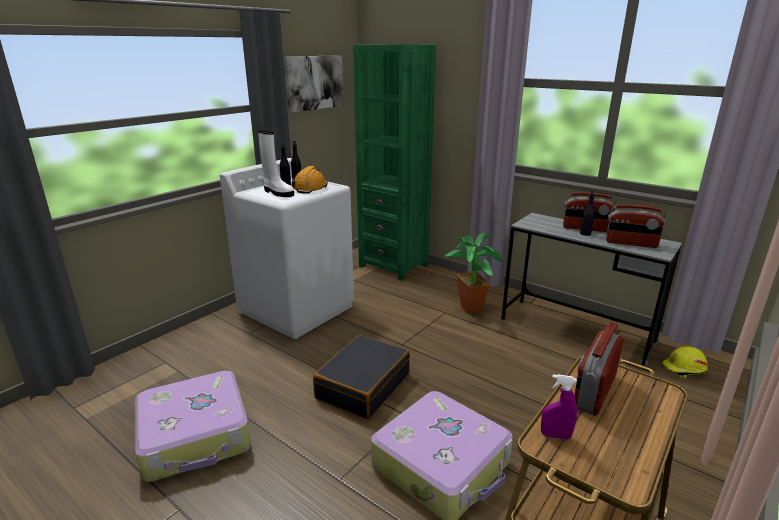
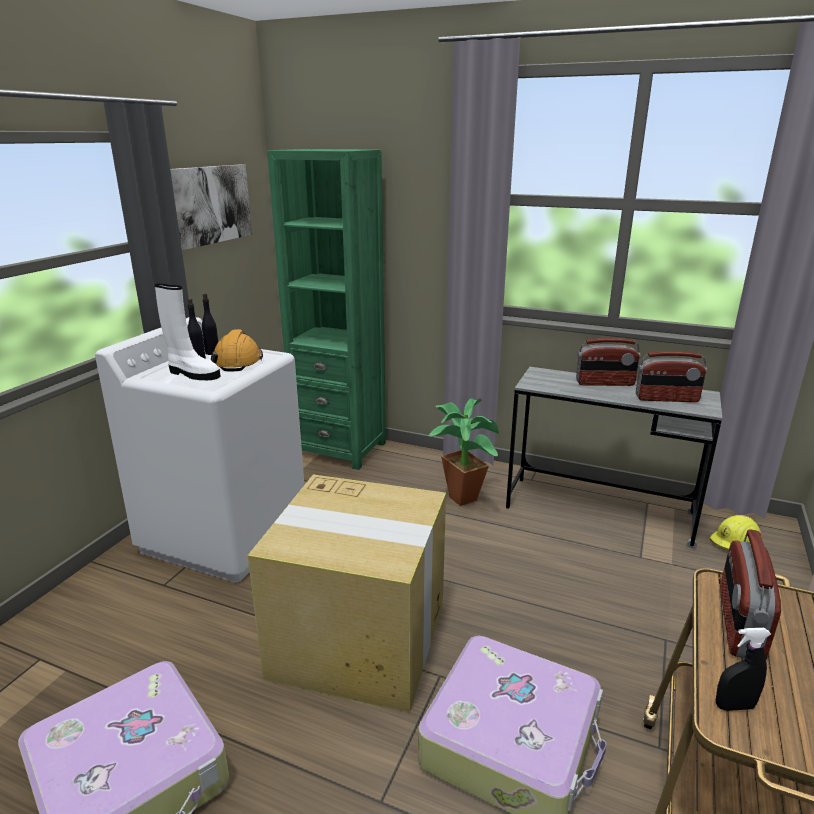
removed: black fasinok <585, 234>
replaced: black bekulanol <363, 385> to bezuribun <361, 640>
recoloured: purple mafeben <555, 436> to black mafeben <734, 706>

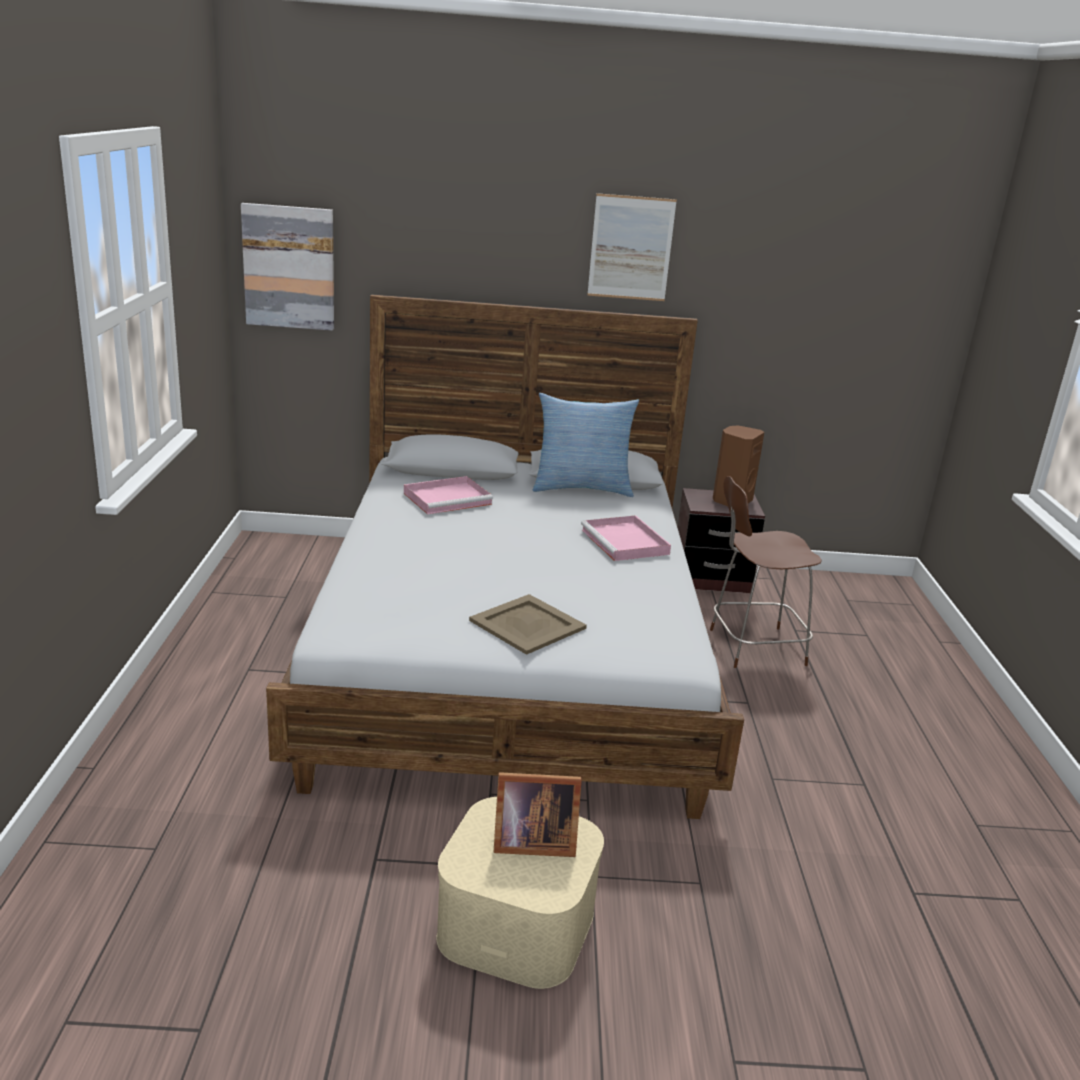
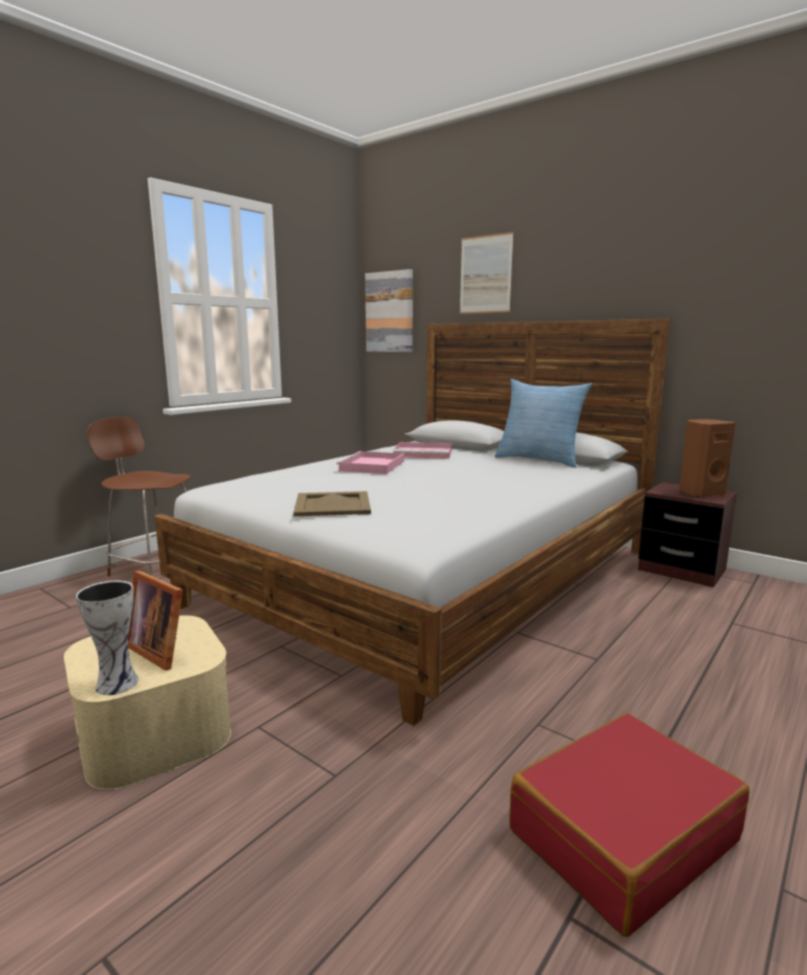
added: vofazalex <119, 682>; red bekulanol <621, 834>
moved: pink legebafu <626, 542> to <372, 466>; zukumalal <631, 248> to <485, 274>; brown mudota <753, 647> to <155, 570>

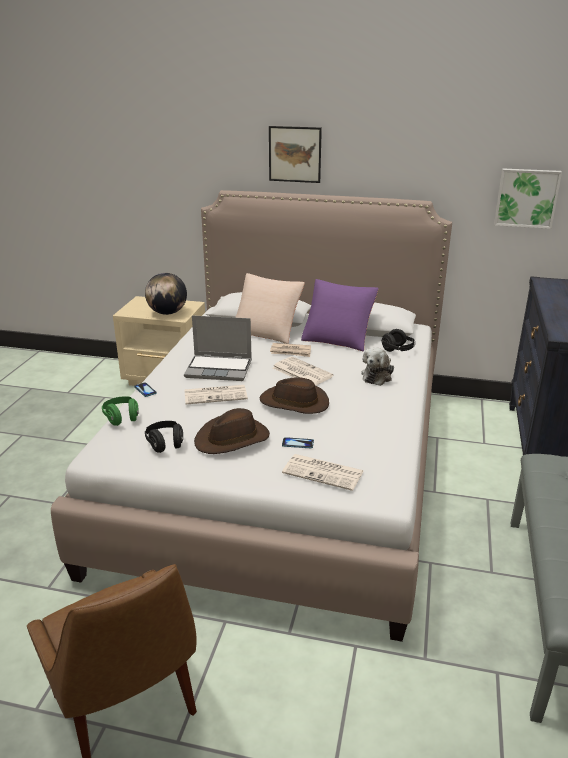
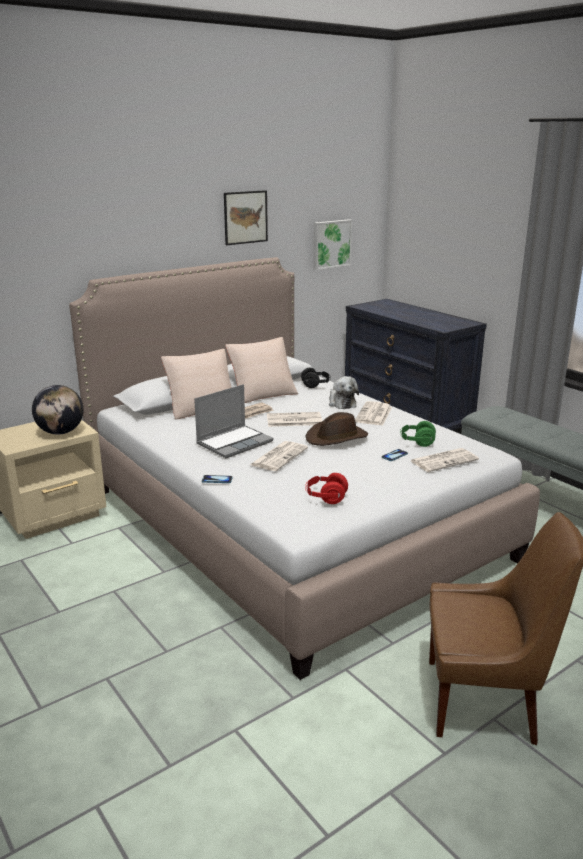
removed: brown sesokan <232, 439>
added: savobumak <374, 414>
moved: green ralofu <122, 418> to <417, 442>; zukumalal <295, 154> to <245, 217>
recoloured: black ralofu <165, 444> to red ralofu <325, 498>; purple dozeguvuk <338, 339> to beige dozeguvuk <262, 393>

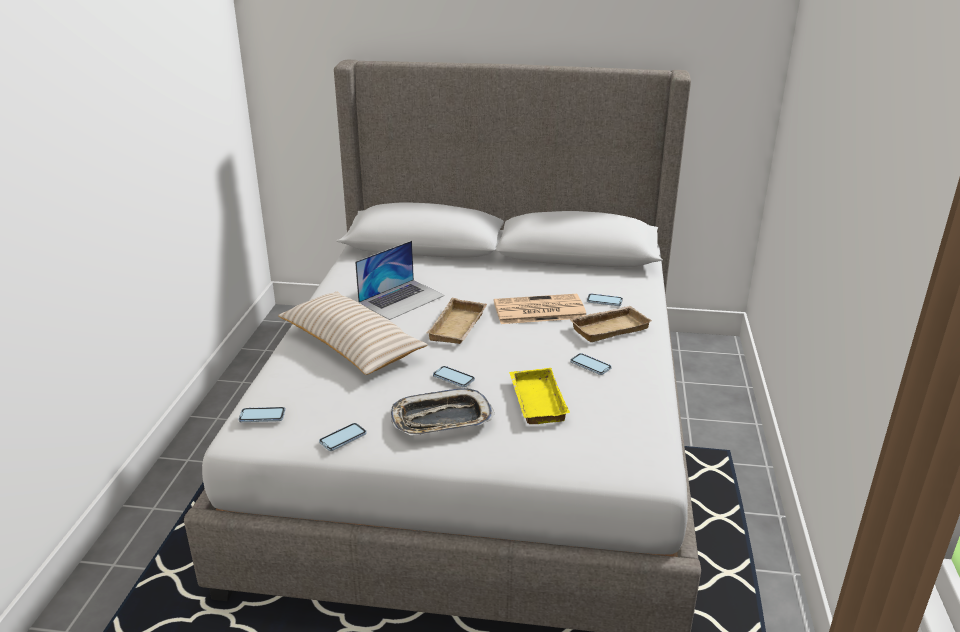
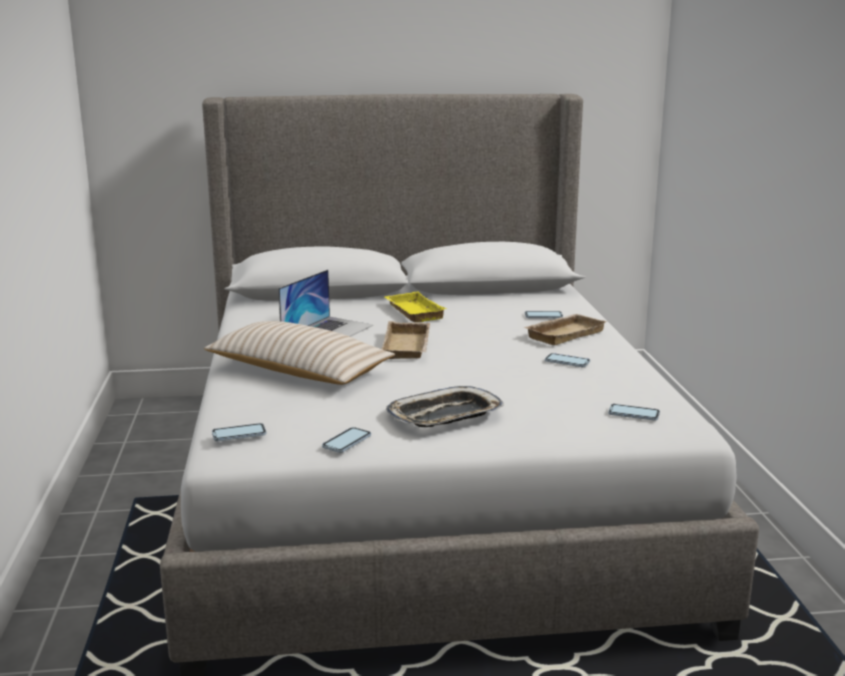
removed: savobumak <538, 310>
moved: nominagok <453, 378> to <633, 414>; yellow legebafu <535, 400> to <412, 312>

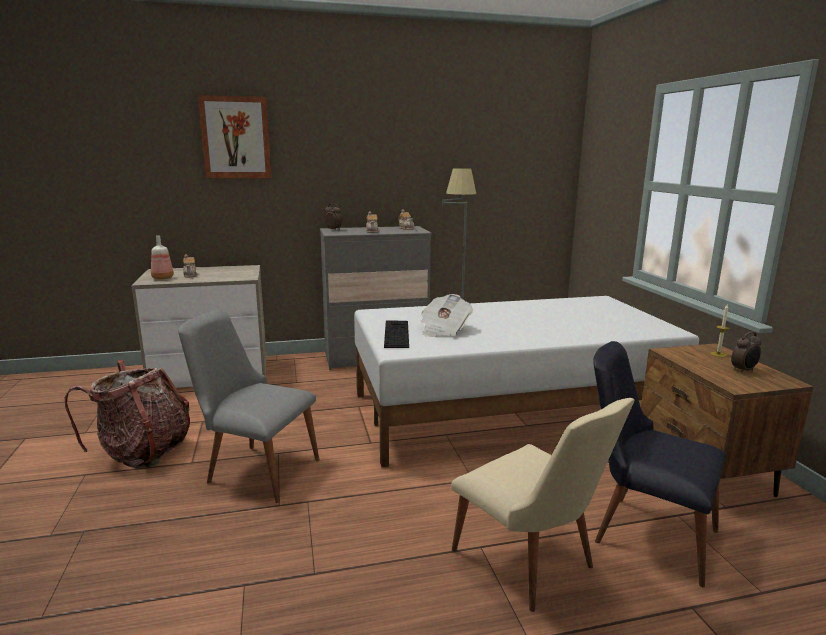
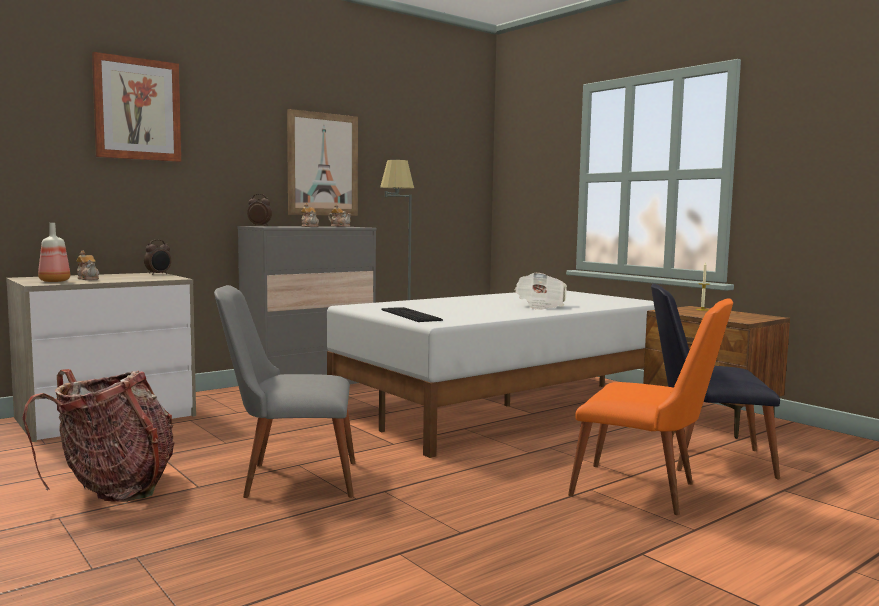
added: zukumalal <323, 164>
moved: savobumak <443, 330> to <540, 306>; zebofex <744, 371> to <158, 274>
recoloured: beige mudota <531, 566> to orange mudota <646, 492>

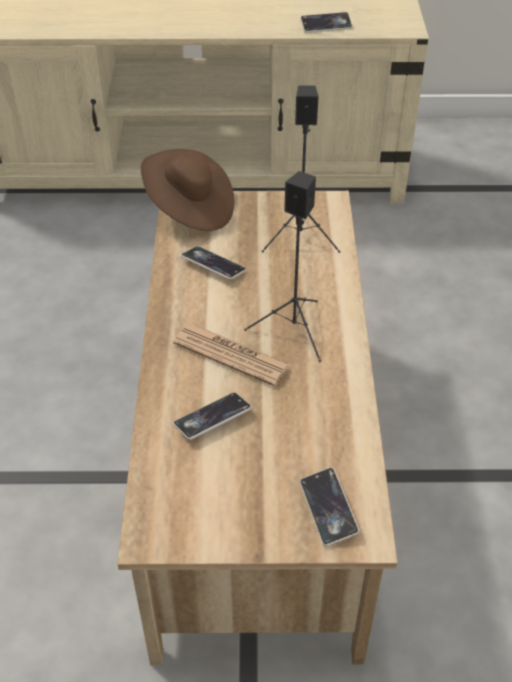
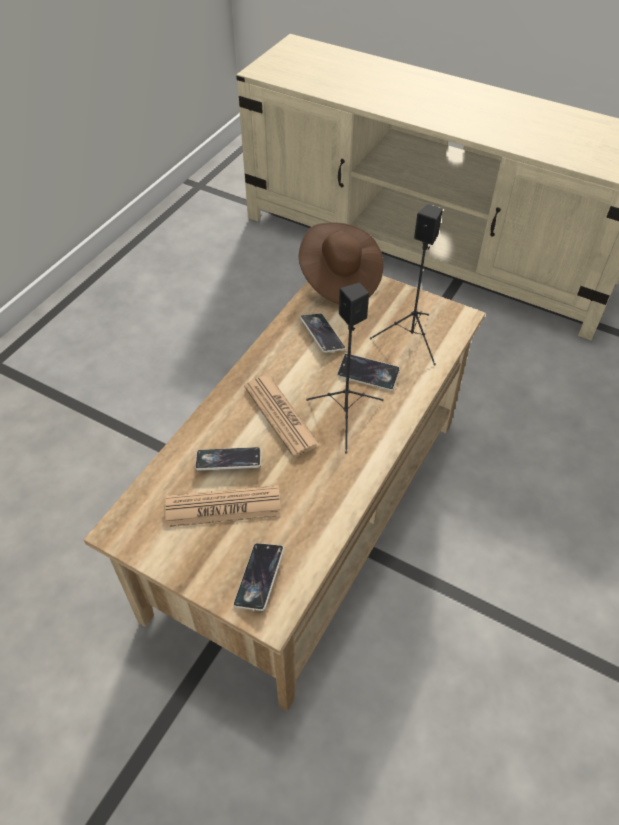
added: savobumak <223, 507>
moved: nominagok <326, 26> to <368, 374>

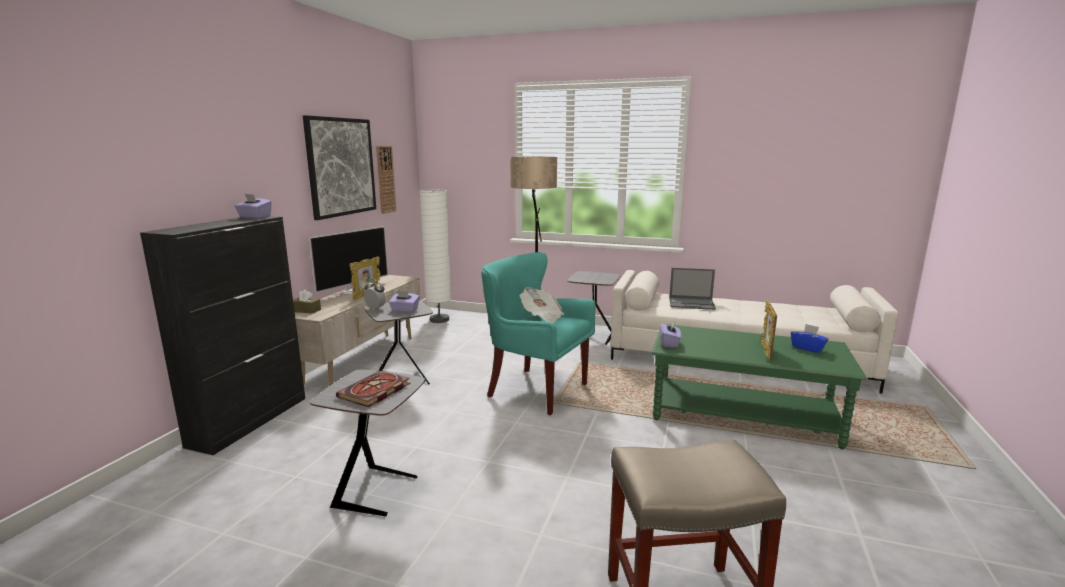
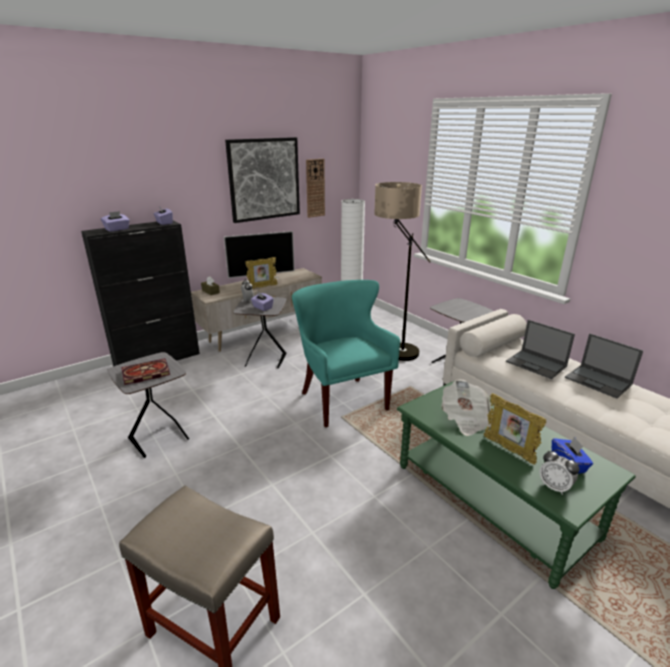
added: zebofex <554, 487>; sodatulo <598, 381>
moved: savobumak <542, 316> to <465, 419>; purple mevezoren <669, 343> to <117, 229>
turned: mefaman <766, 352> = <509, 450> 90 degrees counterclockwise

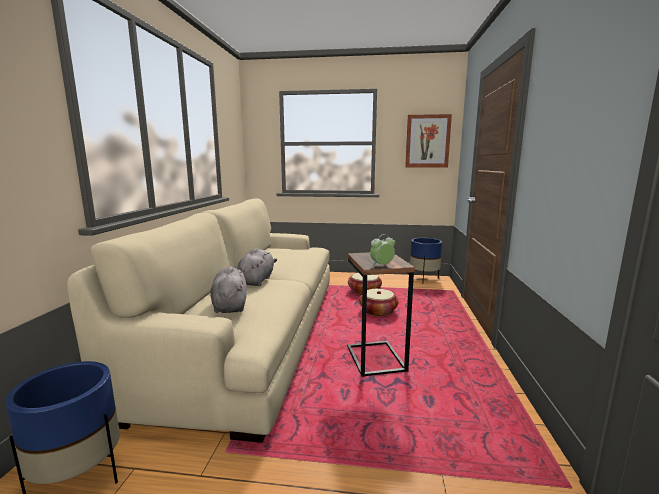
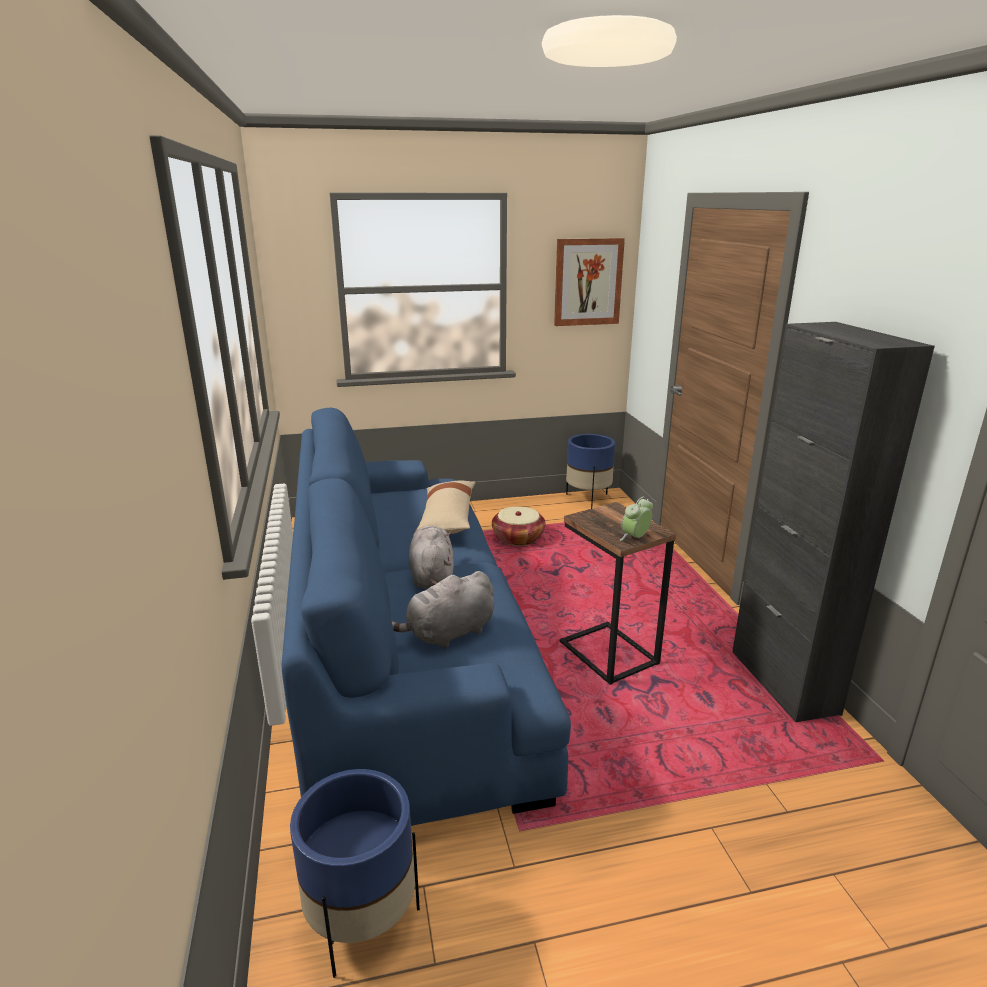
removed: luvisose <378, 311>
added: beige dozeguvuk <447, 519>; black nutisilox <783, 682>
recoloured: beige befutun <253, 332> to blue befutun <407, 646>
turned: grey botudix <230, 306> = <448, 634> 90 degrees counterclockwise

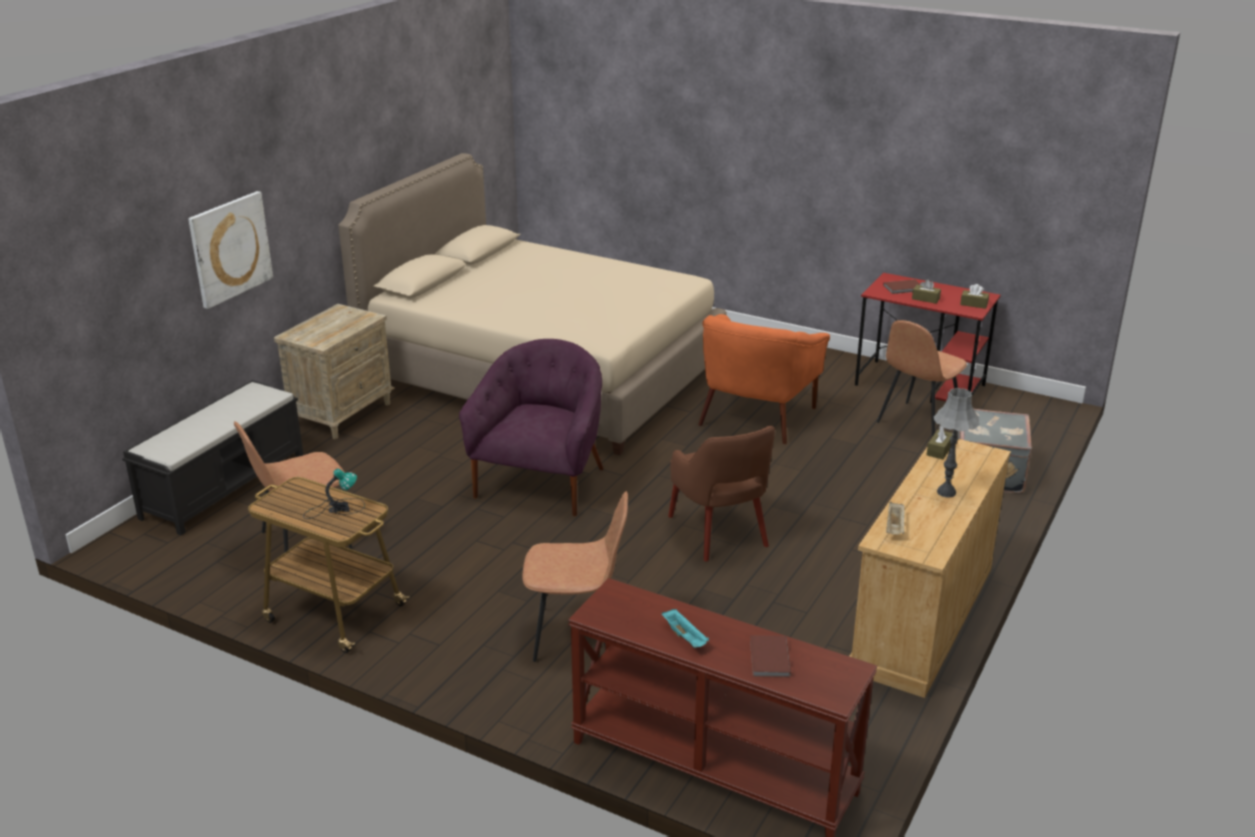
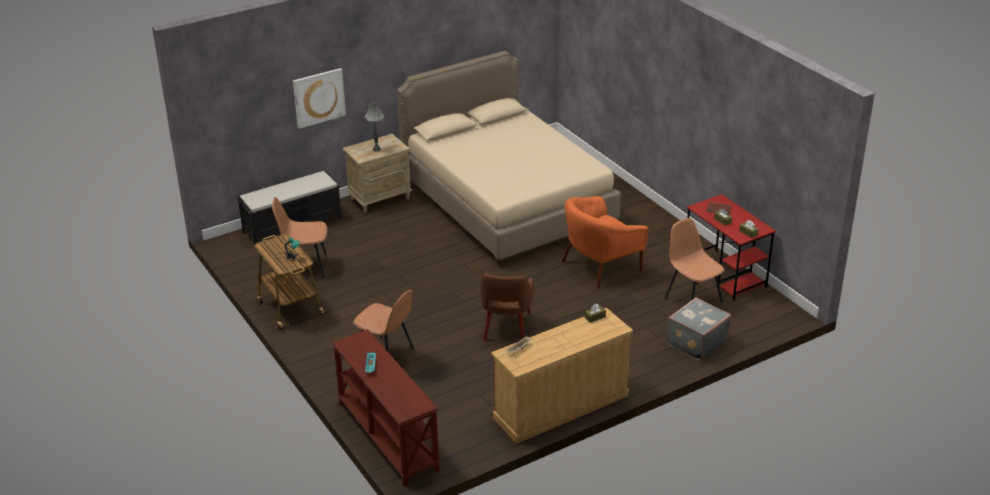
removed: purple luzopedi <541, 482>; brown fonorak <768, 659>
moved: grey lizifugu <946, 492> to <376, 149>
turned: brown mudota <918, 423> = <692, 299> 75 degrees clockwise

